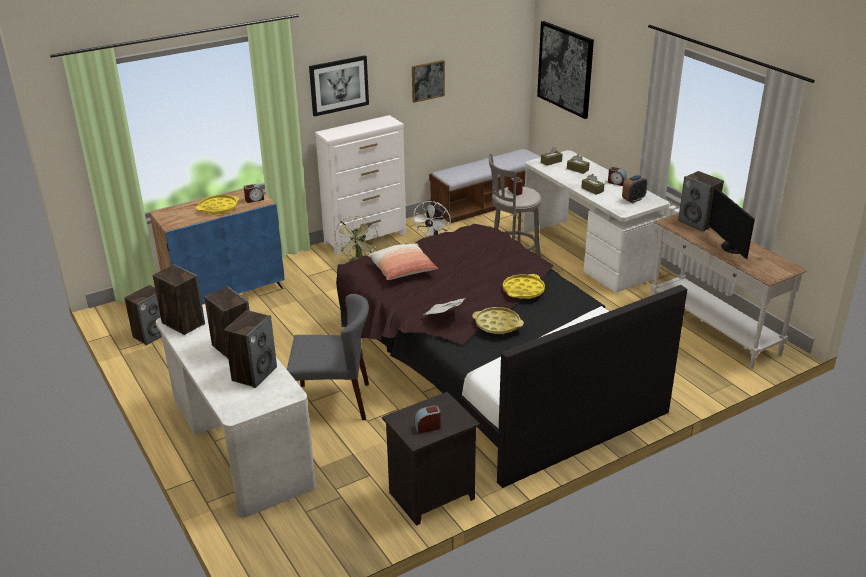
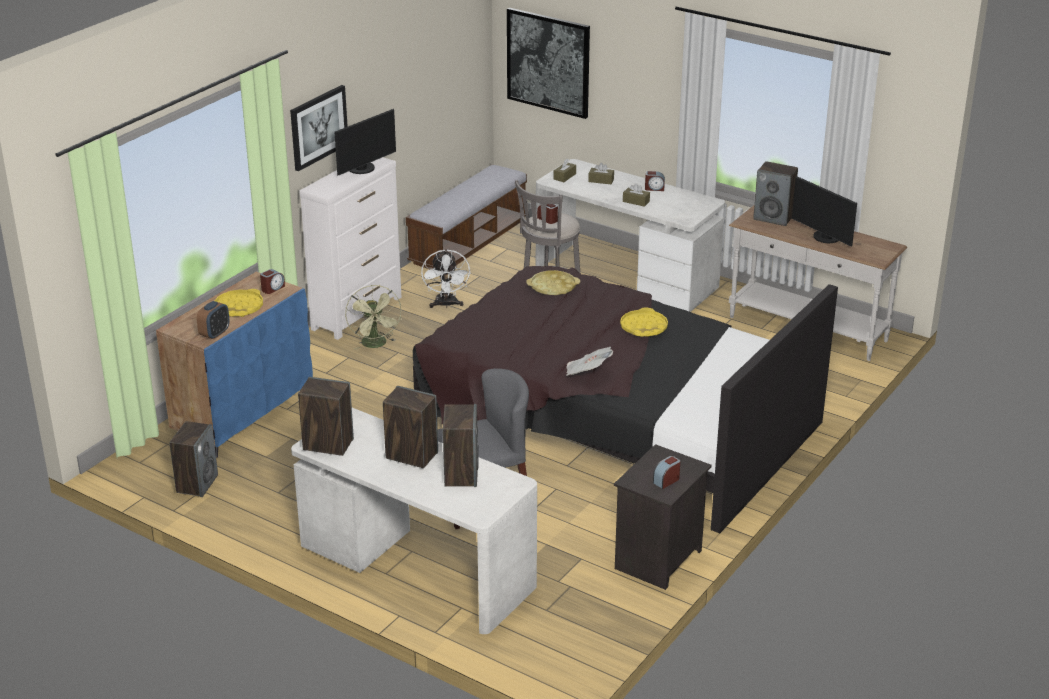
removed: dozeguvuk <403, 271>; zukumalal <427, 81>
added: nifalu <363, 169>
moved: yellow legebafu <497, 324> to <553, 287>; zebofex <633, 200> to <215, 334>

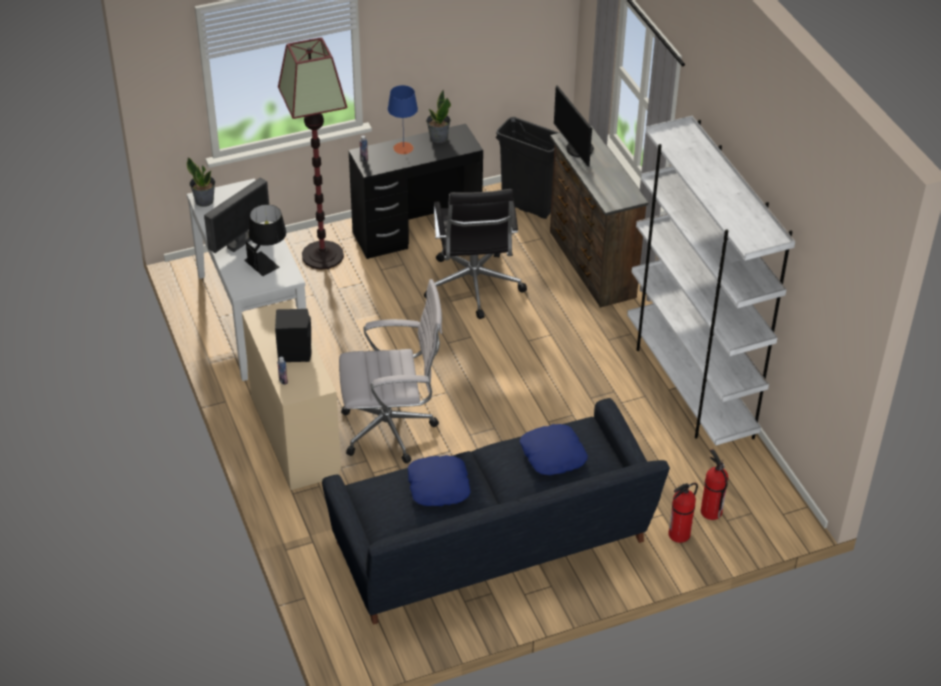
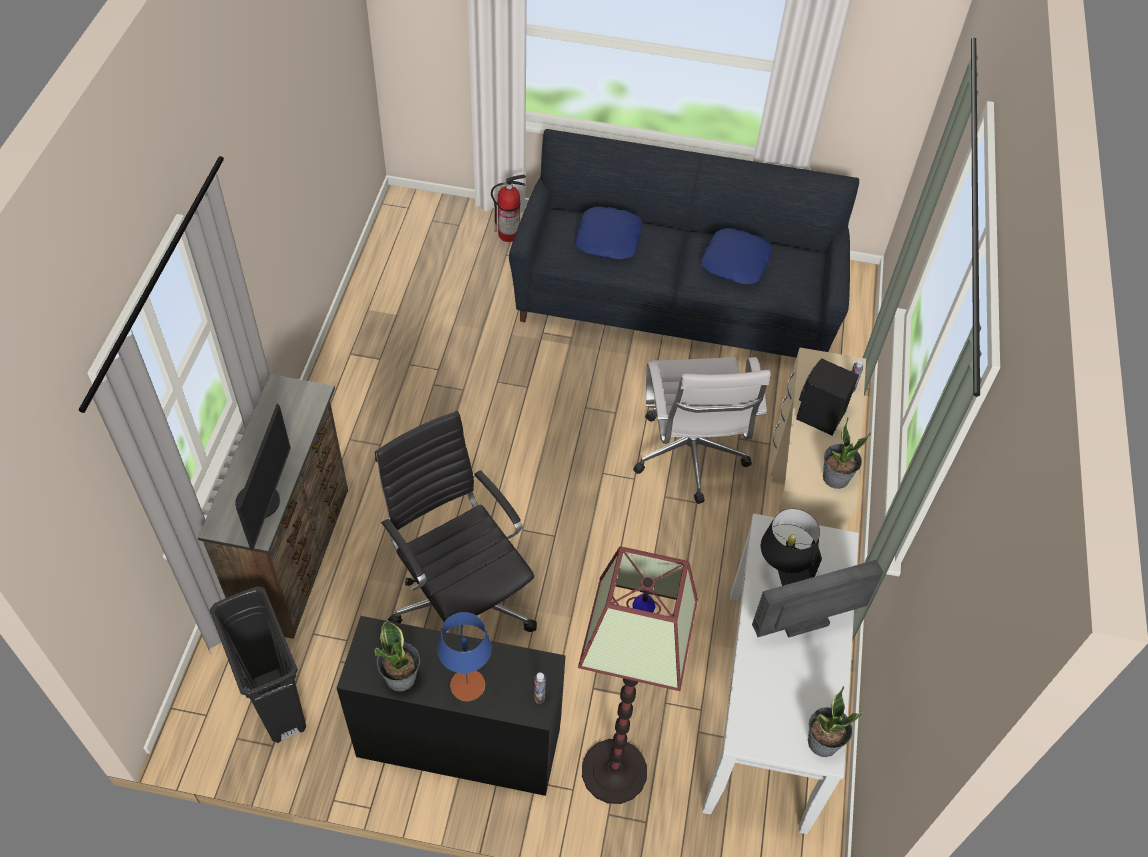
removed: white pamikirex <690, 386>; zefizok <710, 511>
added: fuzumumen <835, 478>
turned: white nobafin <392, 429> = <690, 459> 120 degrees counterclockwise; black nobafin <473, 287> = <461, 601> 60 degrees counterclockwise

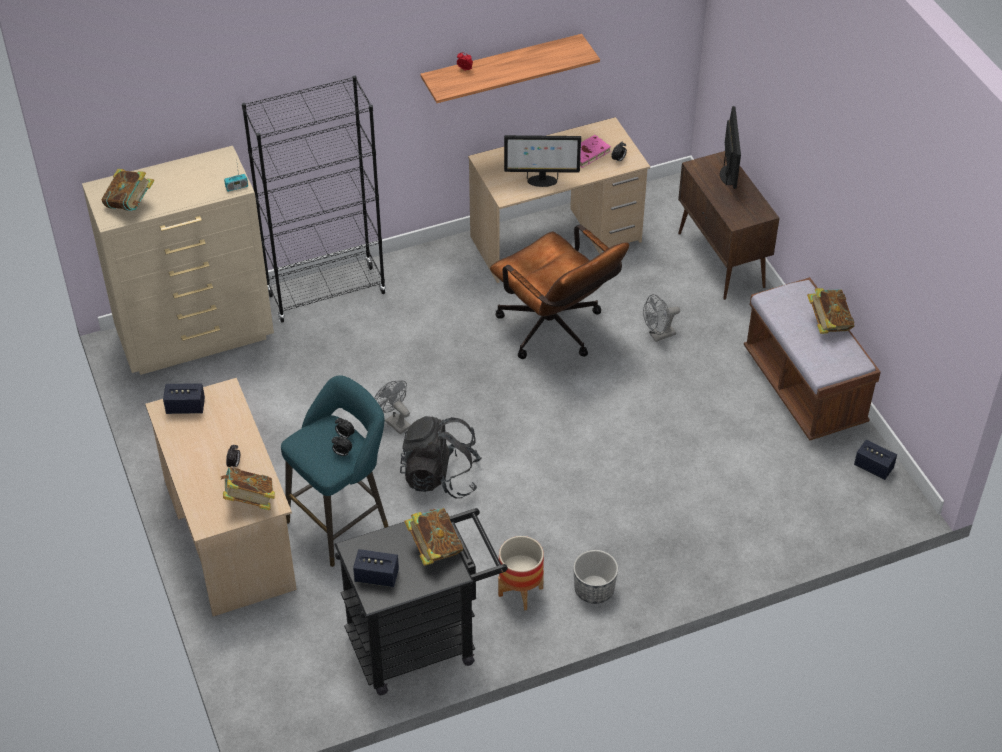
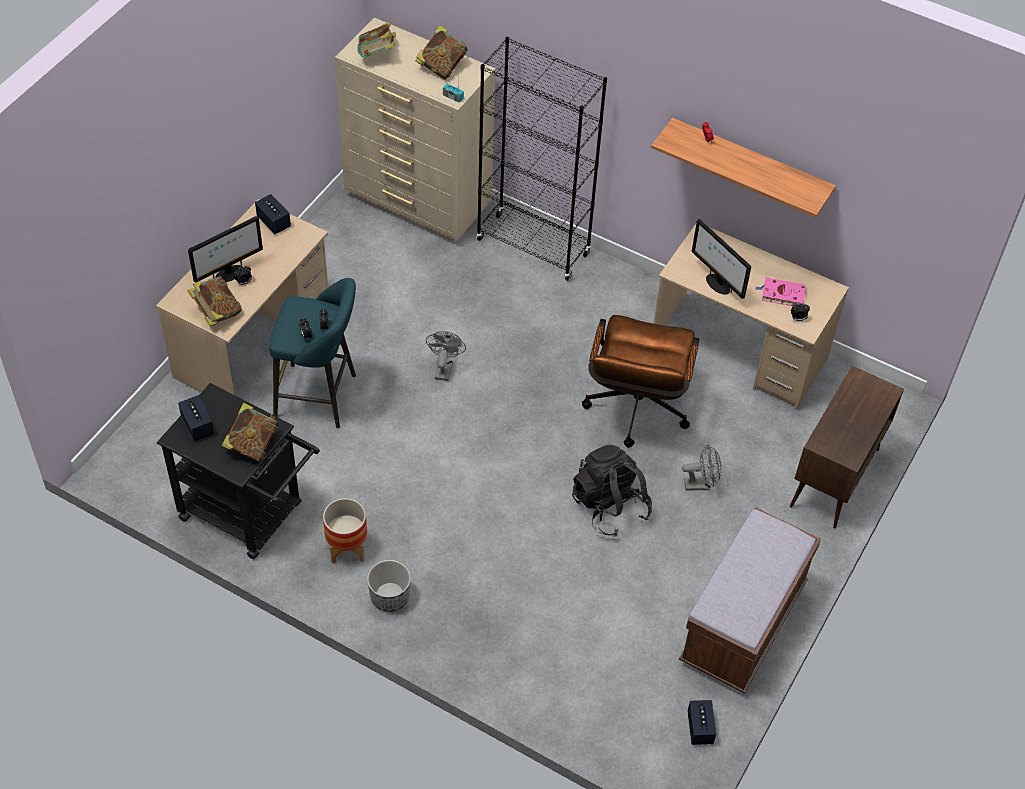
moved: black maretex <440, 477> to <609, 506>; nifalu <728, 175> to <229, 274>; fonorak <828, 323> to <441, 66>
turned: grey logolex <658, 335> = <701, 484> 150 degrees clockwise

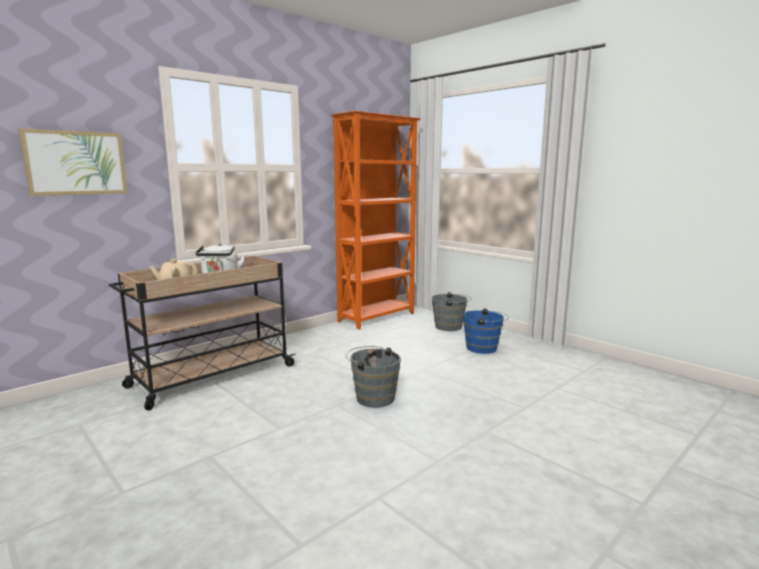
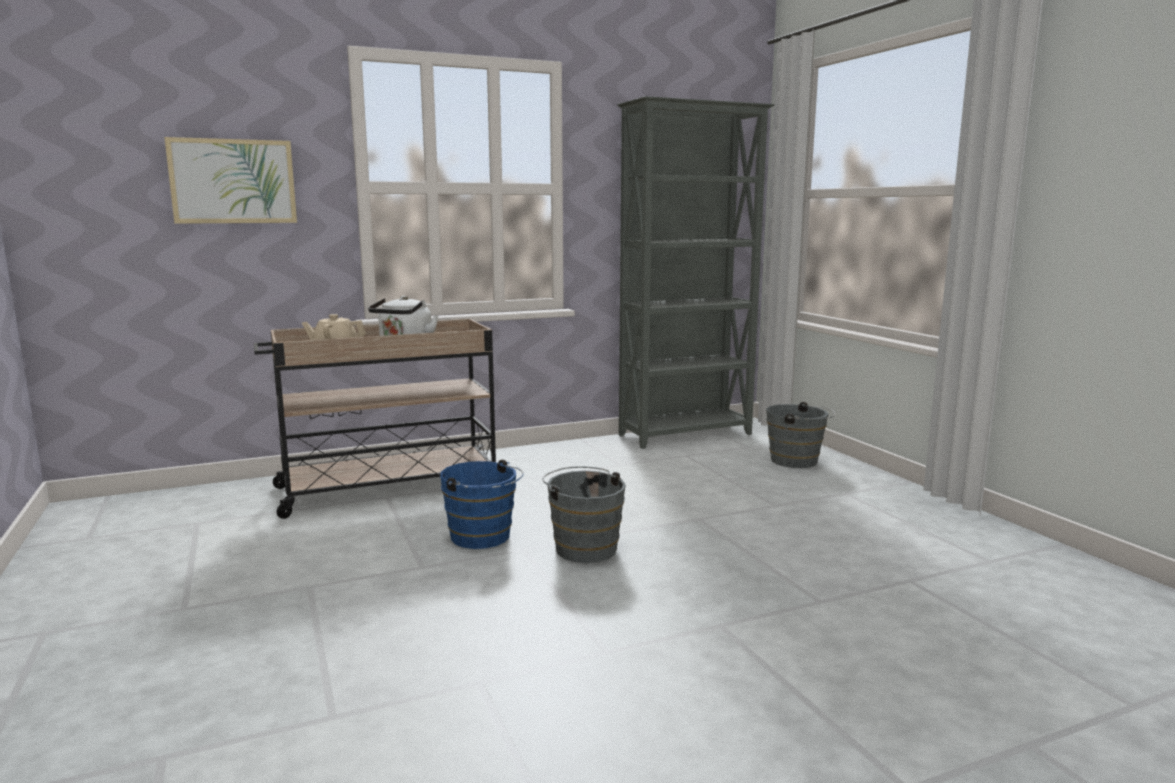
moved: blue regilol <484, 348> to <483, 538>
recoloured: orange pamikirex <377, 317> to grey pamikirex <687, 435>

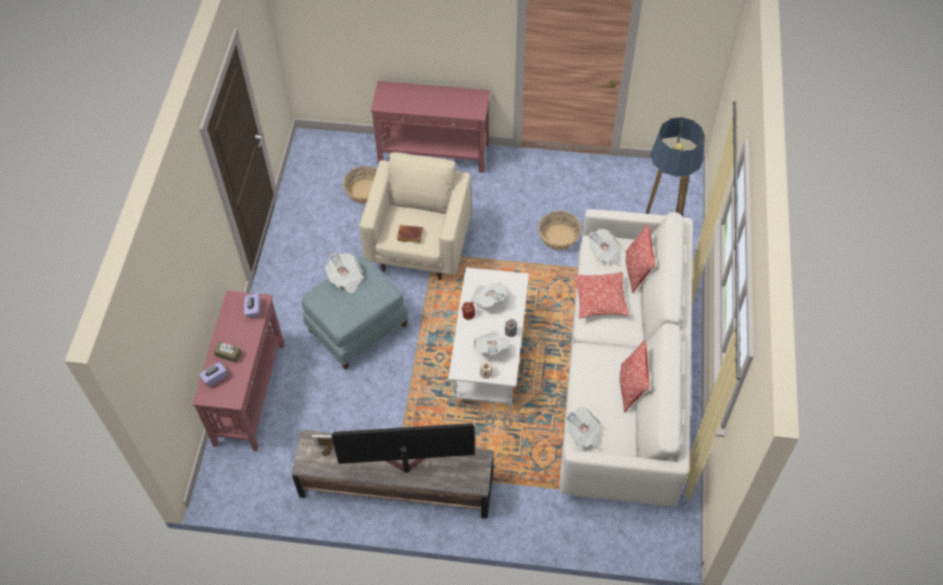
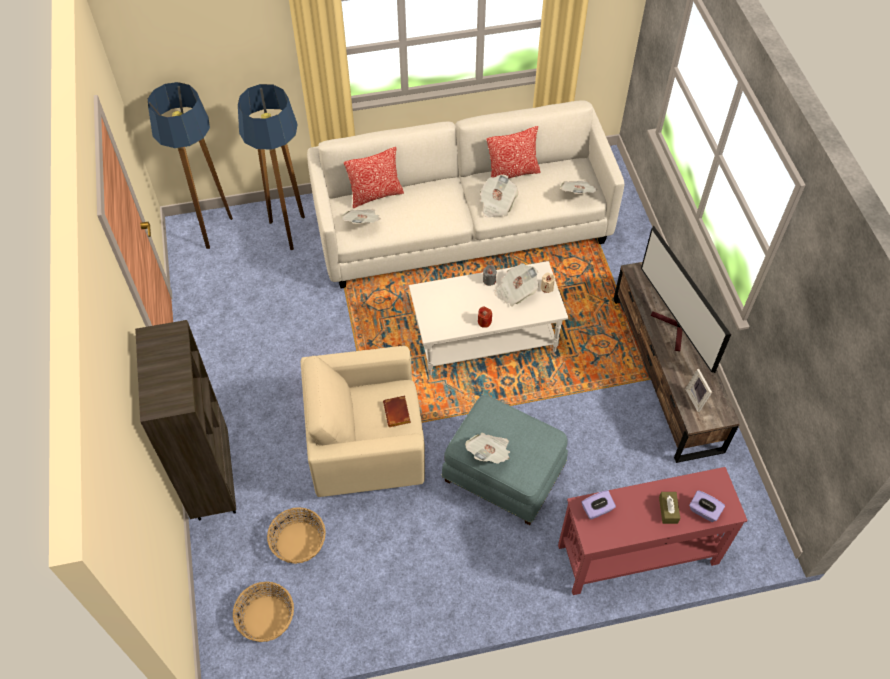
removed: dozeguvuk <600, 300>
added: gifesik <212, 231>
moved: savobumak <488, 299> to <496, 204>; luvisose <559, 237> to <266, 617>
replaced: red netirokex <434, 154> to brown pamikirex <212, 482>

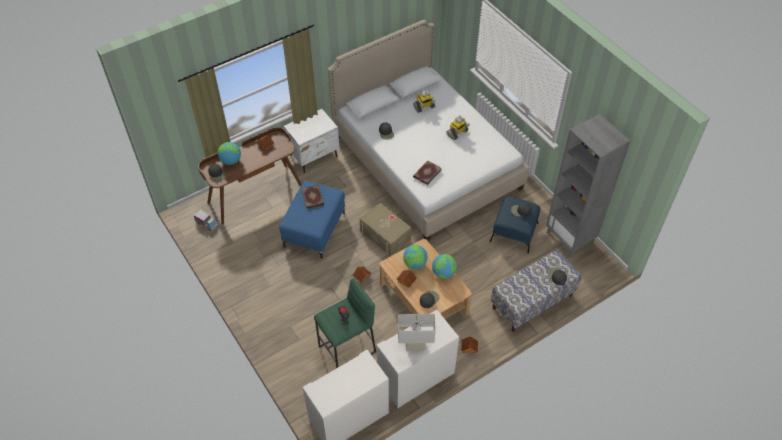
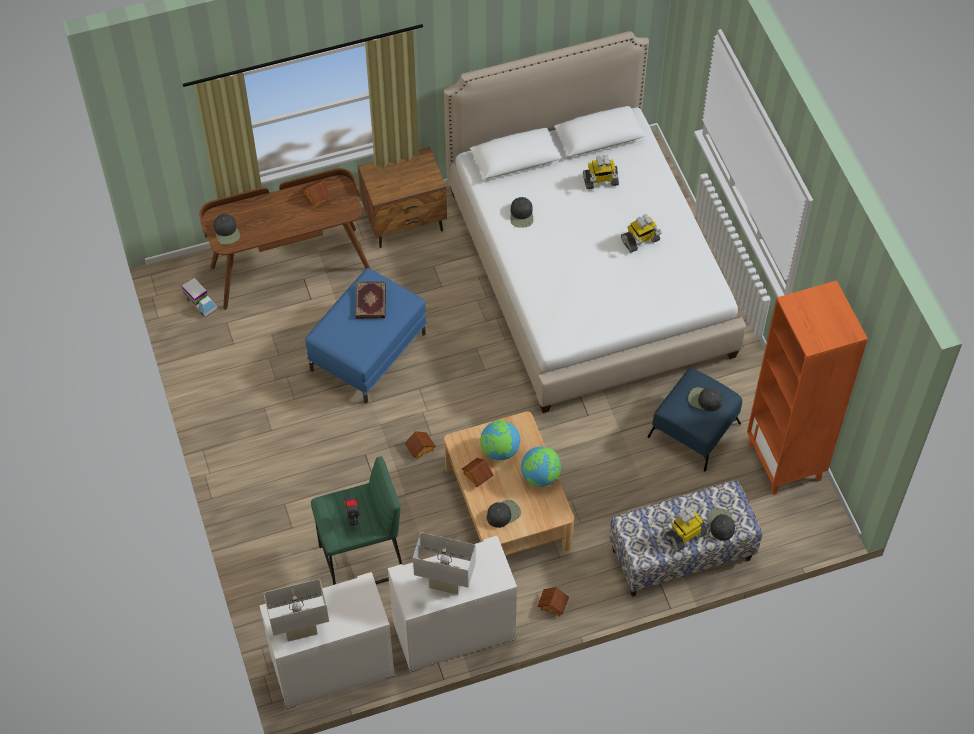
removed: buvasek <231, 161>; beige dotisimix <385, 235>; fonorak <426, 173>
added: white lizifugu <301, 631>; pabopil <685, 535>
recoloured: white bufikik <314, 156> to brown bufikik <405, 222>; grey pamikirex <570, 238> to orange pamikirex <785, 462>

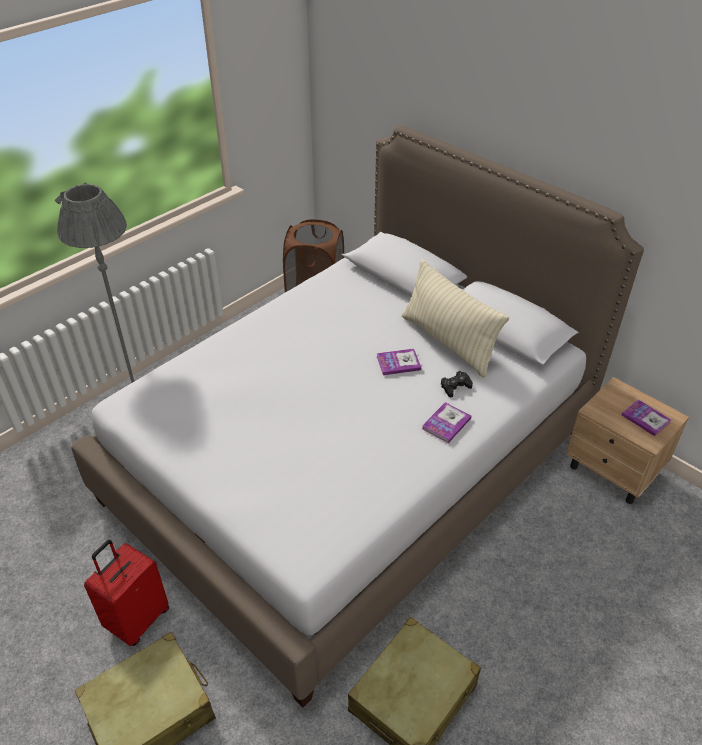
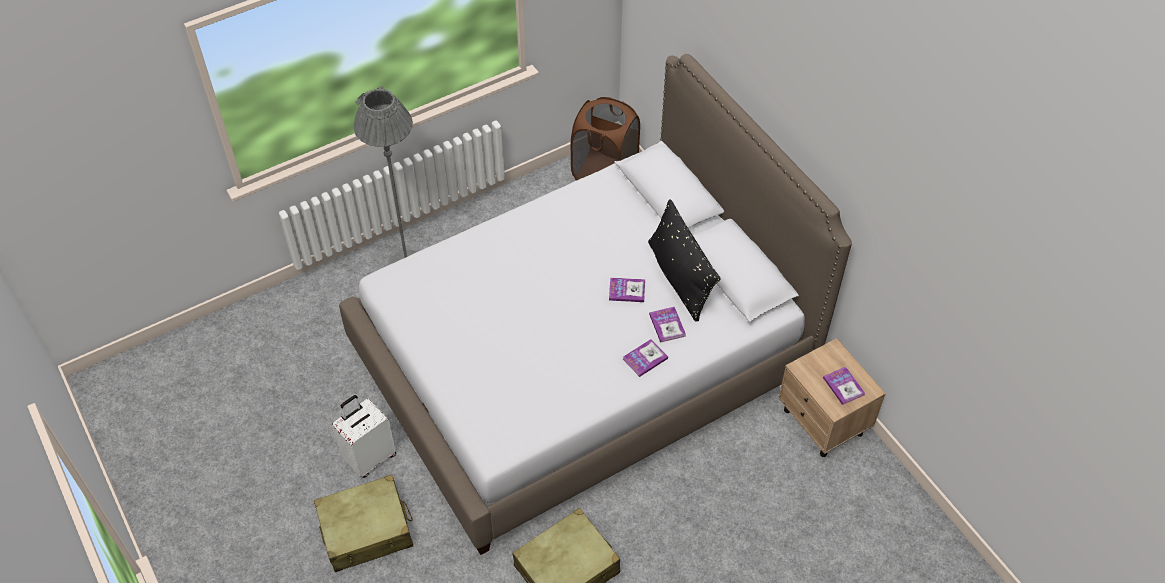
replaced: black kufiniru <455, 387> to fonorak <667, 325>
recoloured: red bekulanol <137, 619> to white bekulanol <369, 457>; beige dozeguvuk <448, 342> to black dozeguvuk <679, 278>

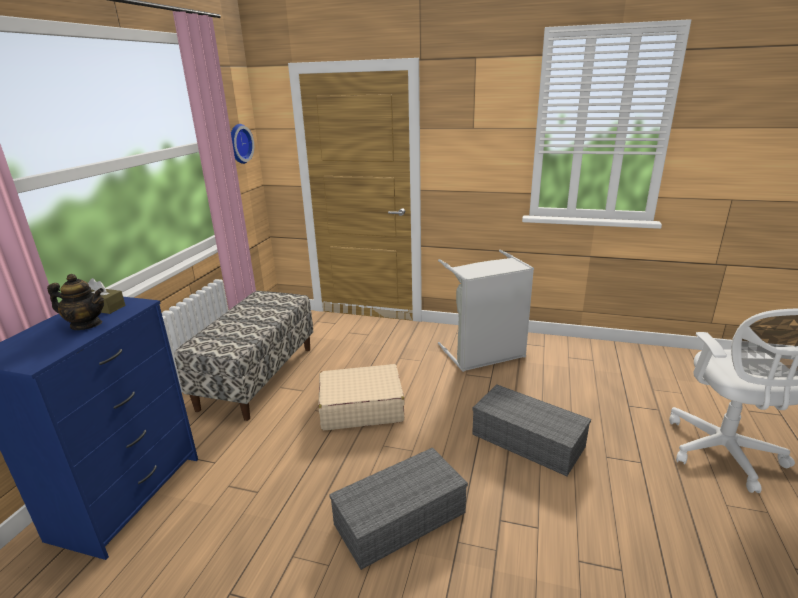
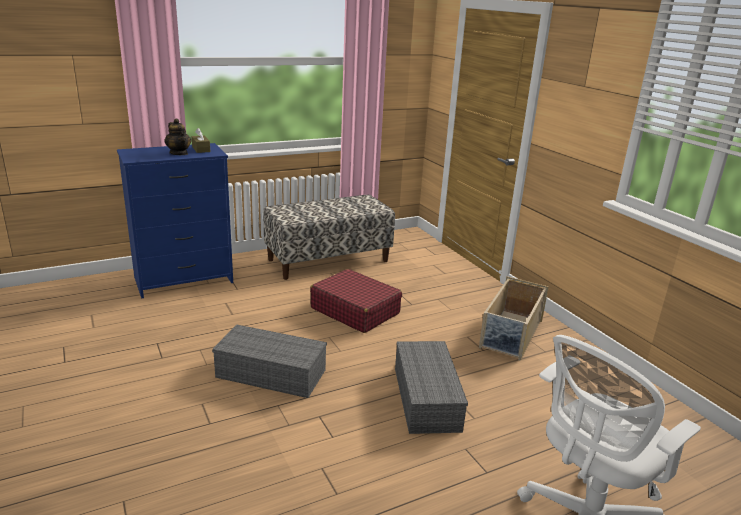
removed: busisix <238, 143>
replaced: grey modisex <484, 355> to beige dotisimix <511, 334>
recoloured: beige bekulanol <361, 407> to red bekulanol <355, 310>

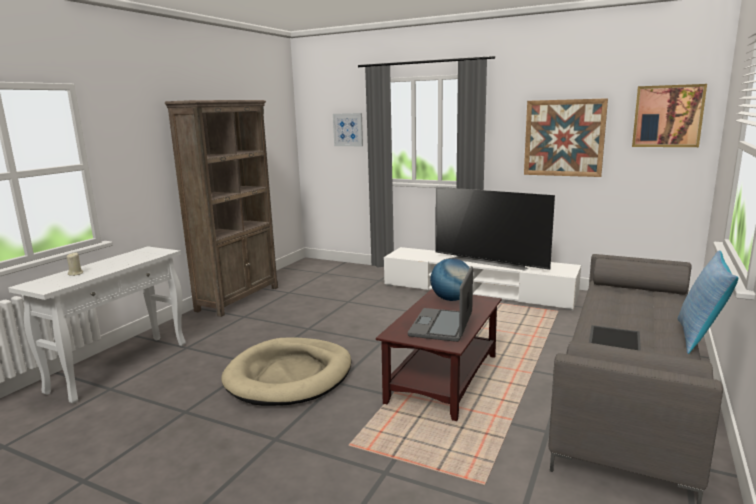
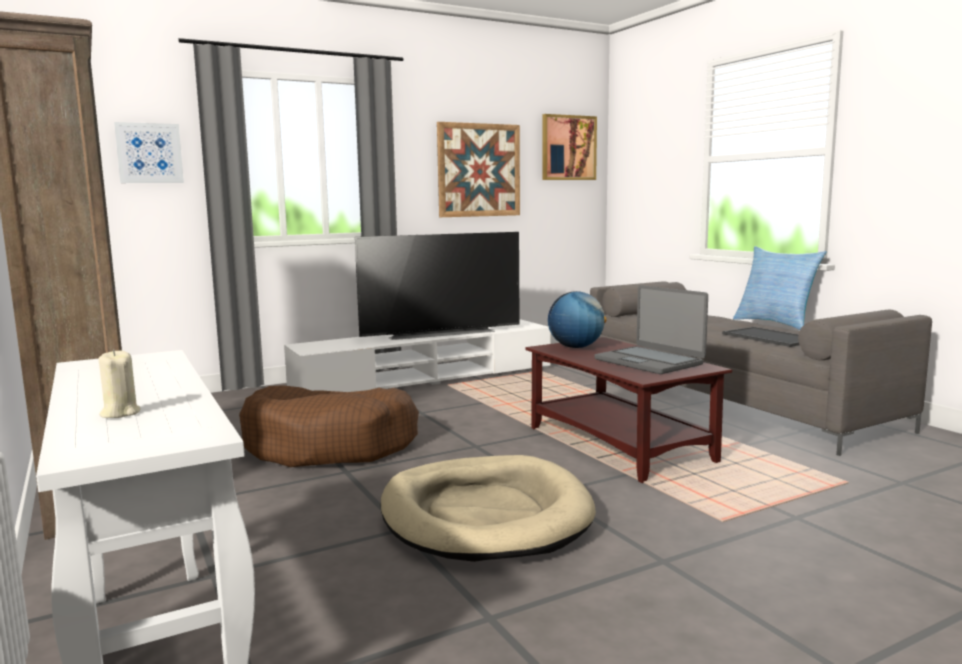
added: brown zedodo <330, 446>

